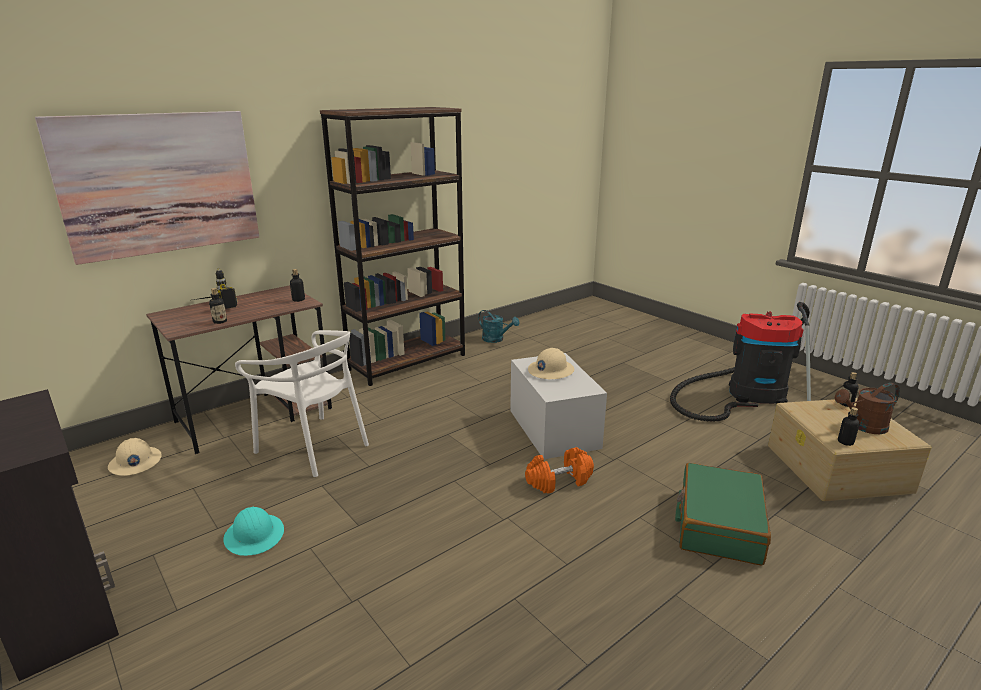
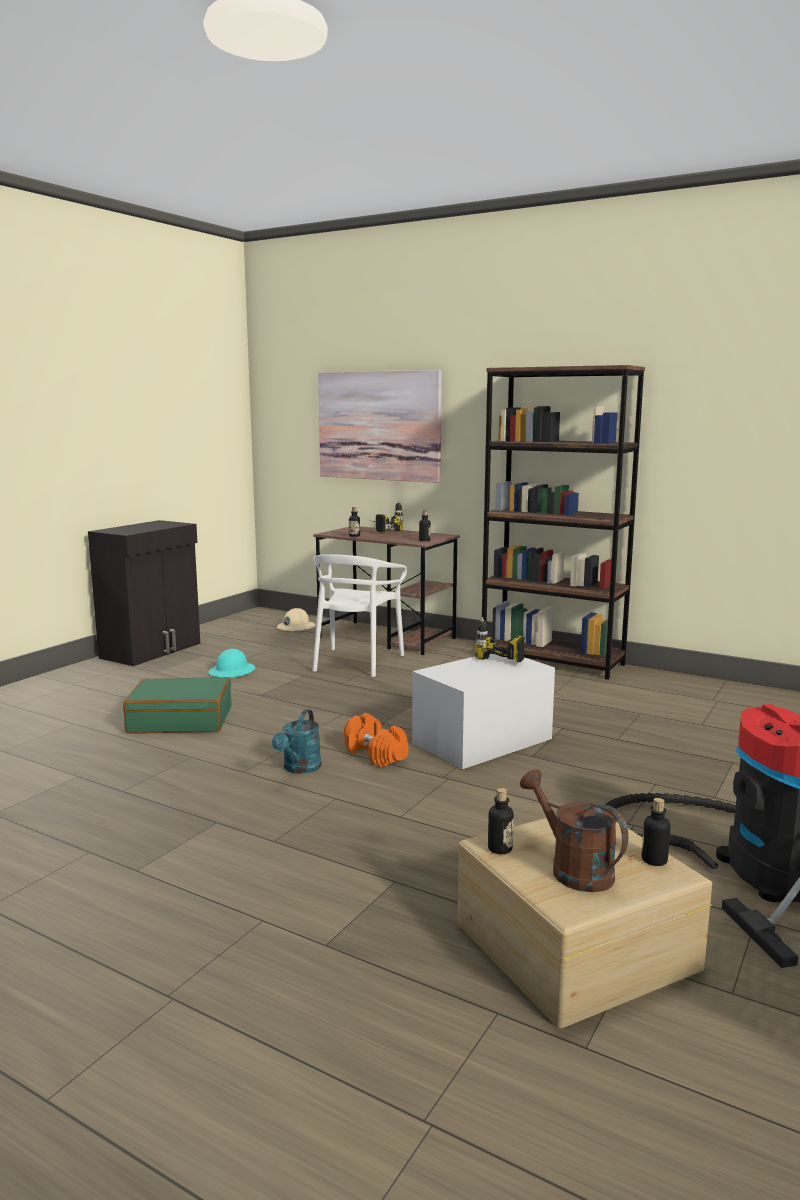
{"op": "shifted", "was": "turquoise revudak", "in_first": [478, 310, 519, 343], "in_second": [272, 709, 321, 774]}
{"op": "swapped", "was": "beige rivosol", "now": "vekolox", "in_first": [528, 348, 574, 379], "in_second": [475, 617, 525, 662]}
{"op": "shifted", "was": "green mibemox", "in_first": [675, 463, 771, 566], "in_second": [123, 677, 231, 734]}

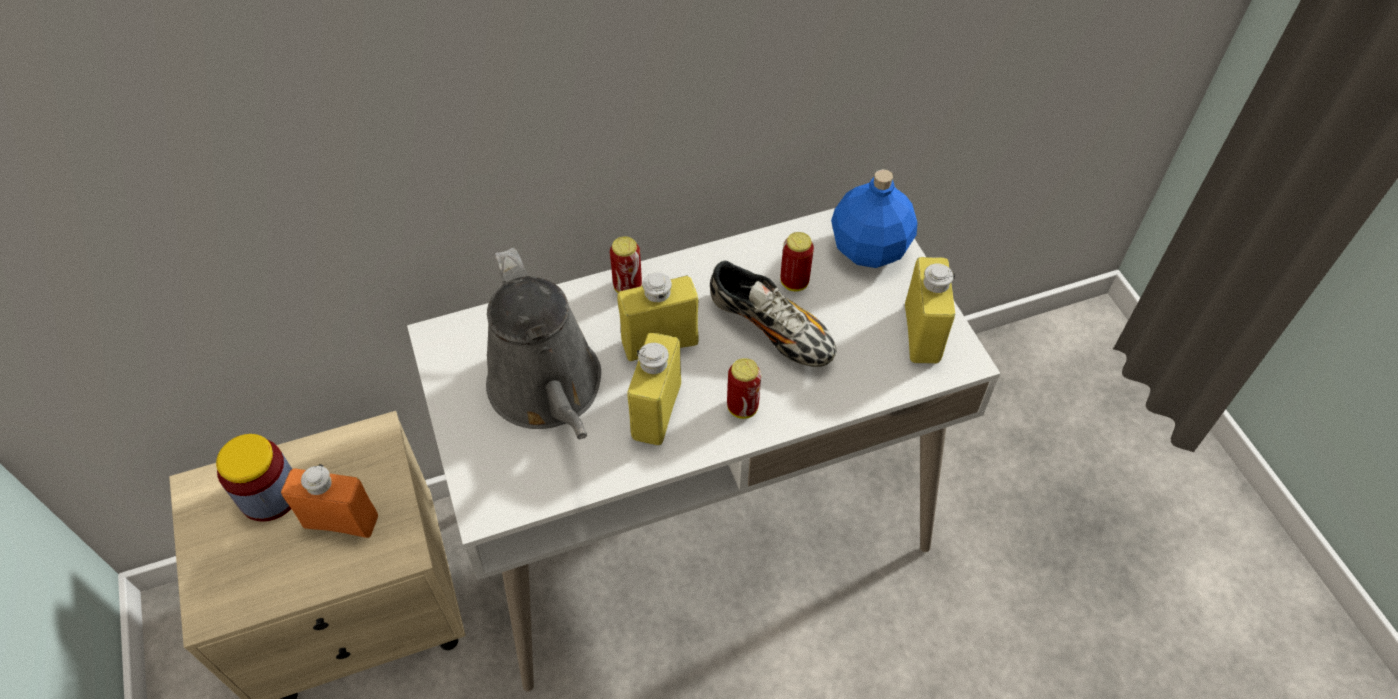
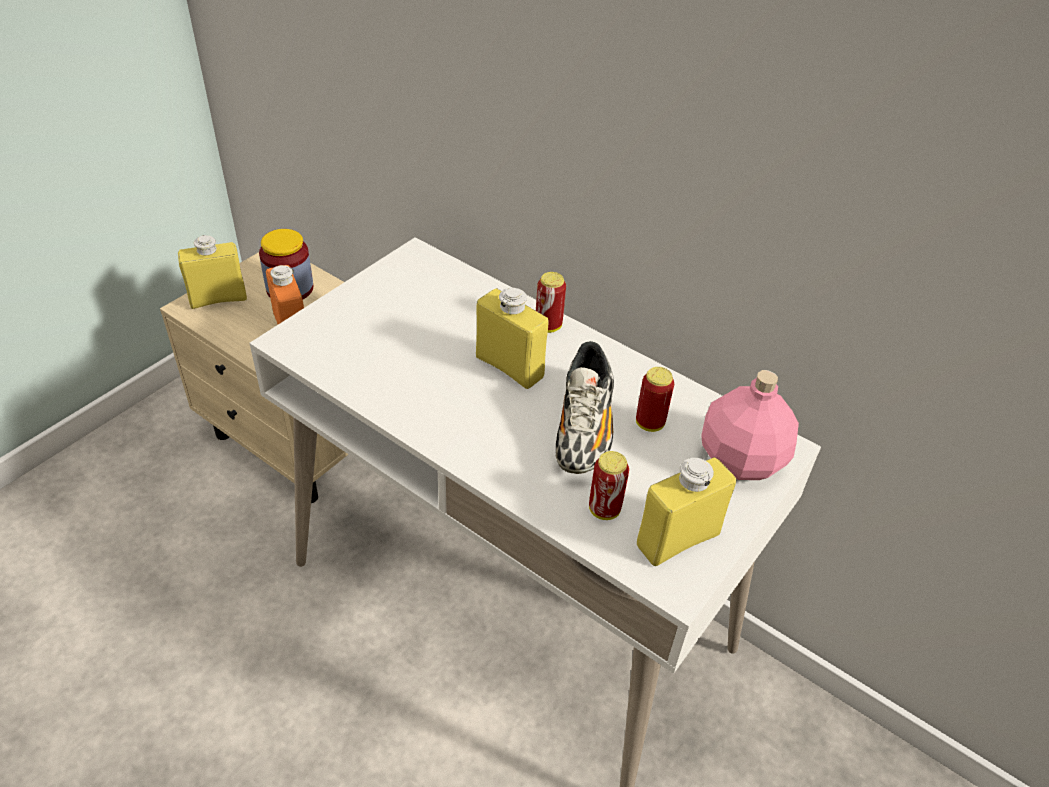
{"op": "gone", "was": "grey revudak", "in_first": [486, 248, 601, 439]}
{"op": "shifted", "was": "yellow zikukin", "in_first": [628, 333, 681, 445], "in_second": [178, 235, 247, 309]}
{"op": "shifted", "was": "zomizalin", "in_first": [727, 358, 761, 419], "in_second": [589, 451, 629, 520]}
{"op": "repainted", "was": "blue zikukin", "now": "pink zikukin", "in_first": [831, 169, 917, 268], "in_second": [701, 370, 799, 480]}

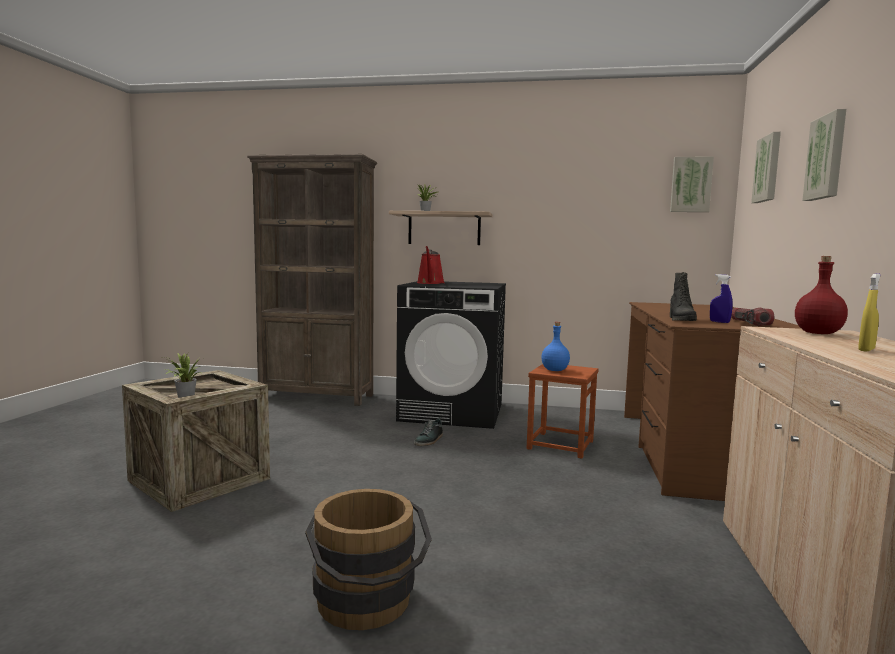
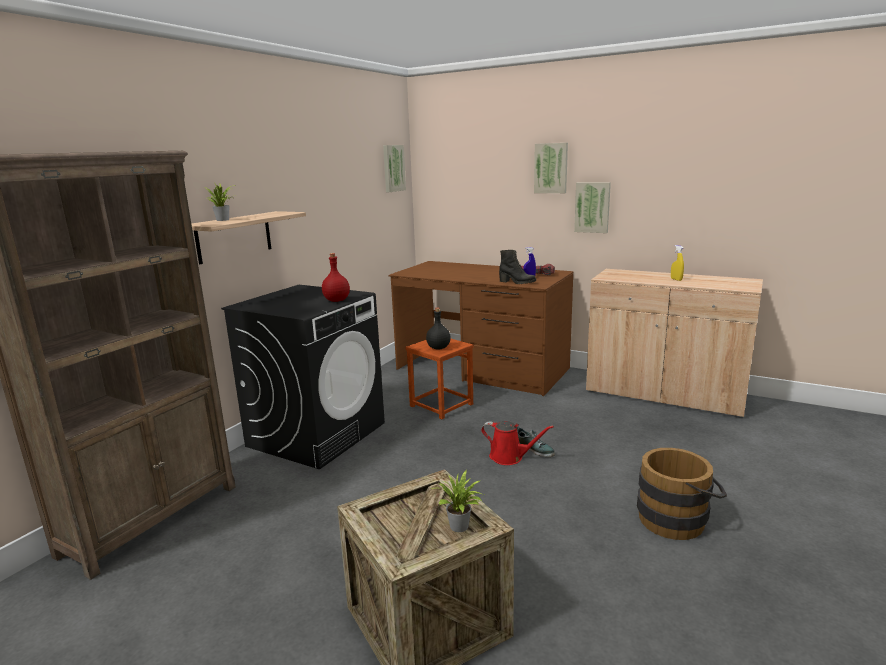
{"op": "shifted", "was": "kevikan", "in_first": [414, 417, 443, 446], "in_second": [517, 426, 555, 457]}
{"op": "shifted", "was": "red revudak", "in_first": [417, 246, 445, 284], "in_second": [481, 421, 554, 465]}
{"op": "repainted", "was": "blue zikukin", "now": "black zikukin", "in_first": [541, 322, 570, 371], "in_second": [426, 308, 451, 350]}
{"op": "shifted", "was": "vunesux", "in_first": [751, 132, 781, 203], "in_second": [574, 182, 611, 233]}
{"op": "shifted", "was": "red zikukin", "in_first": [795, 256, 848, 334], "in_second": [322, 253, 350, 302]}

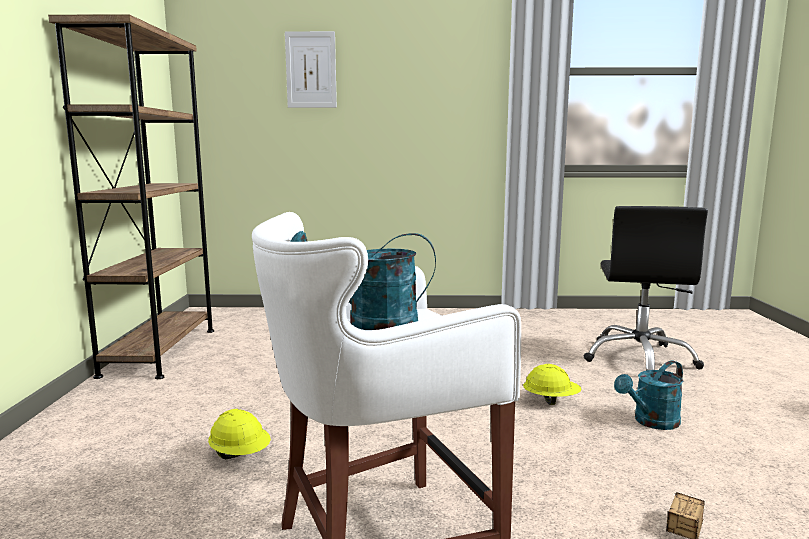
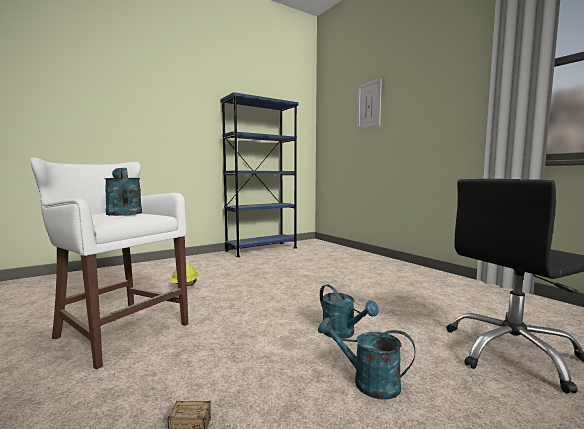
{"op": "repainted", "was": "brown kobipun", "now": "blue kobipun", "in_first": [48, 14, 214, 379], "in_second": [220, 92, 299, 257]}
{"op": "swapped", "was": "yellow rivosol", "now": "turquoise revudak", "in_first": [523, 364, 581, 405], "in_second": [320, 284, 379, 339]}

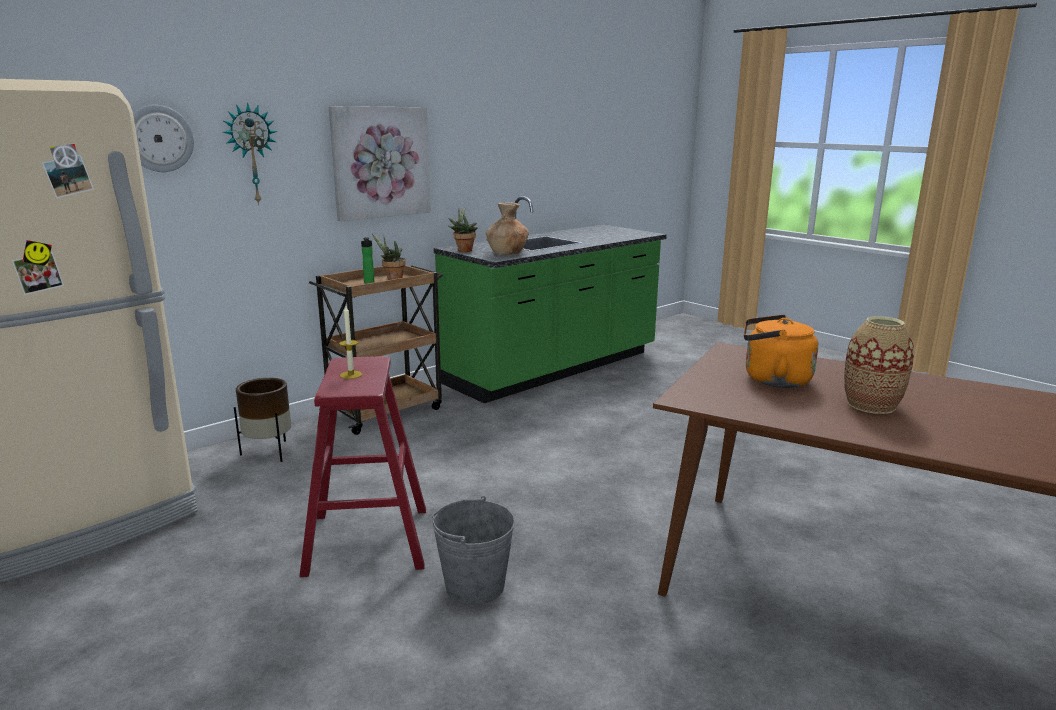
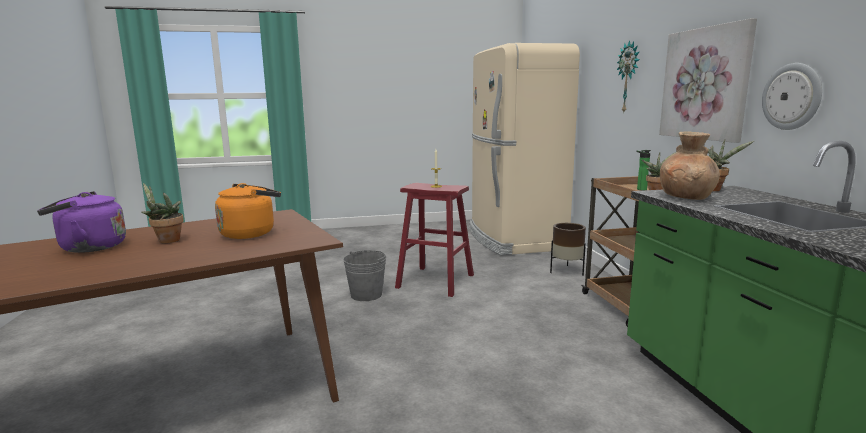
{"op": "shifted", "was": "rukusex", "in_first": [133, 105, 194, 172], "in_second": [762, 63, 822, 130]}
{"op": "swapped", "was": "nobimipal", "now": "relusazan", "in_first": [844, 316, 914, 414], "in_second": [141, 183, 184, 243]}
{"op": "new", "now": "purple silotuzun", "in_second": [37, 191, 126, 253]}

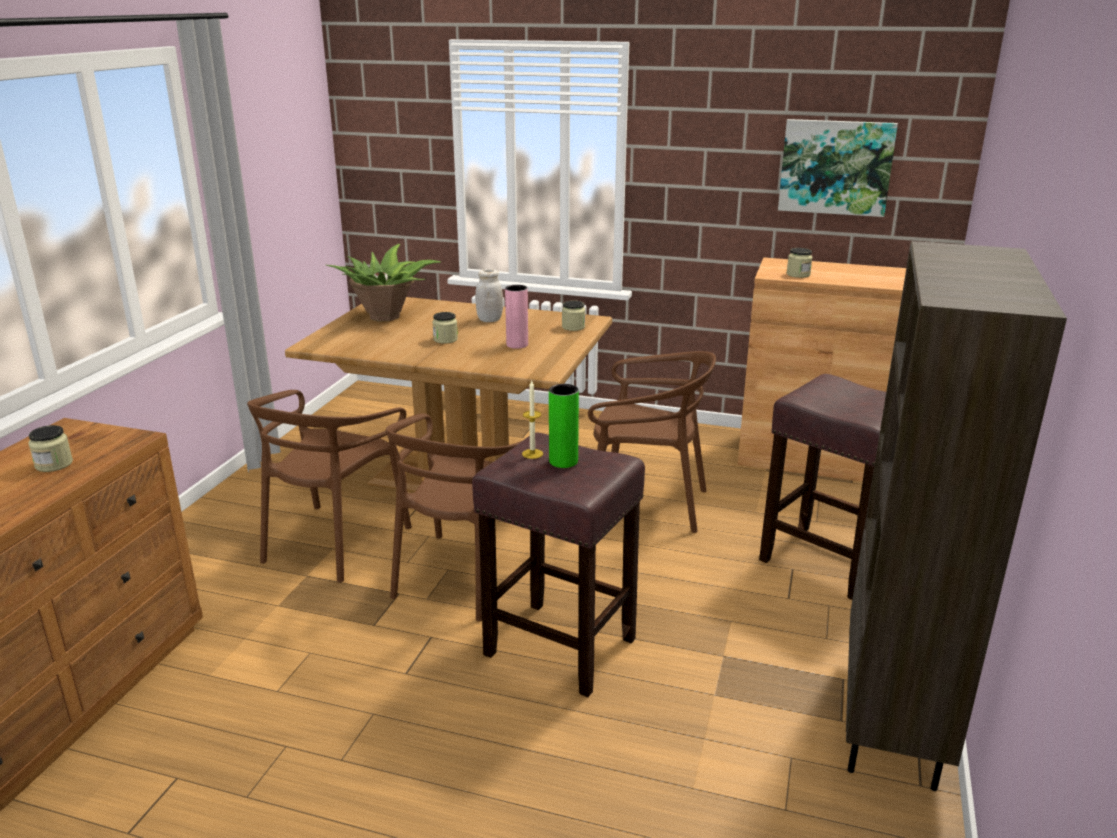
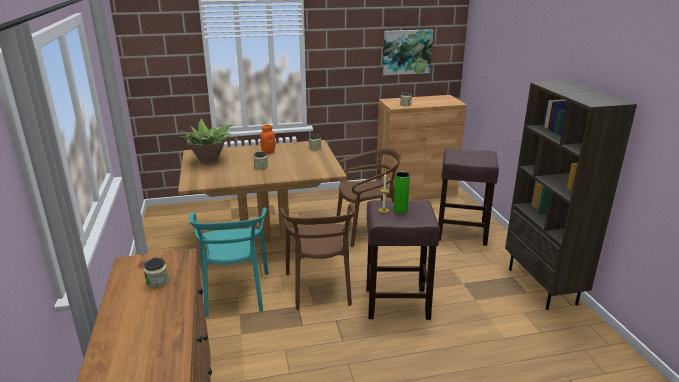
{"op": "repainted", "was": "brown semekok", "now": "turquoise semekok", "in_first": [247, 390, 412, 583], "in_second": [189, 208, 268, 317]}
{"op": "repainted", "was": "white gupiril", "now": "orange gupiril", "in_first": [475, 269, 503, 322], "in_second": [260, 125, 275, 154]}
{"op": "gone", "was": "pink nobimipal", "in_first": [505, 285, 528, 349]}

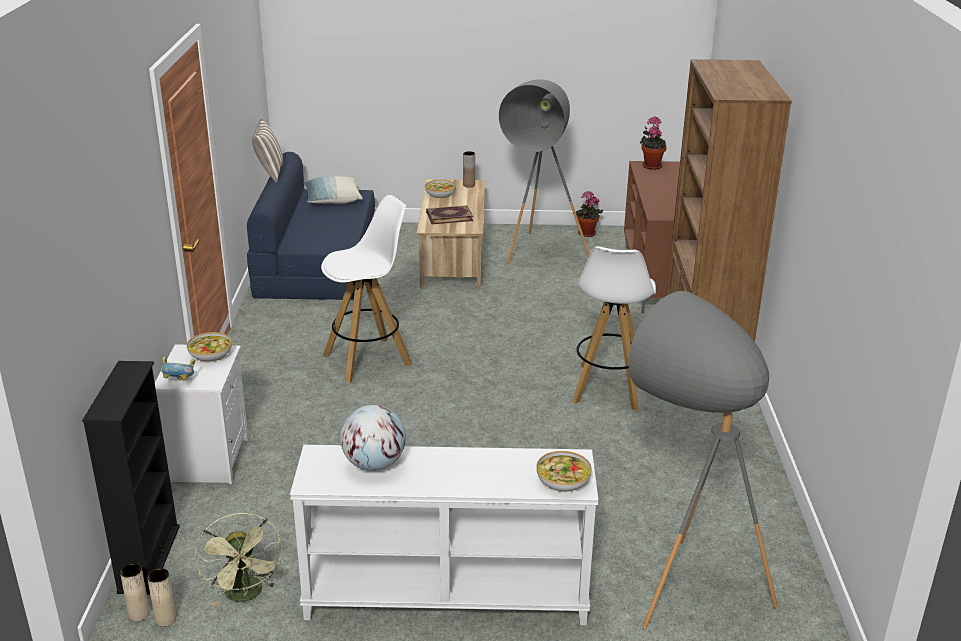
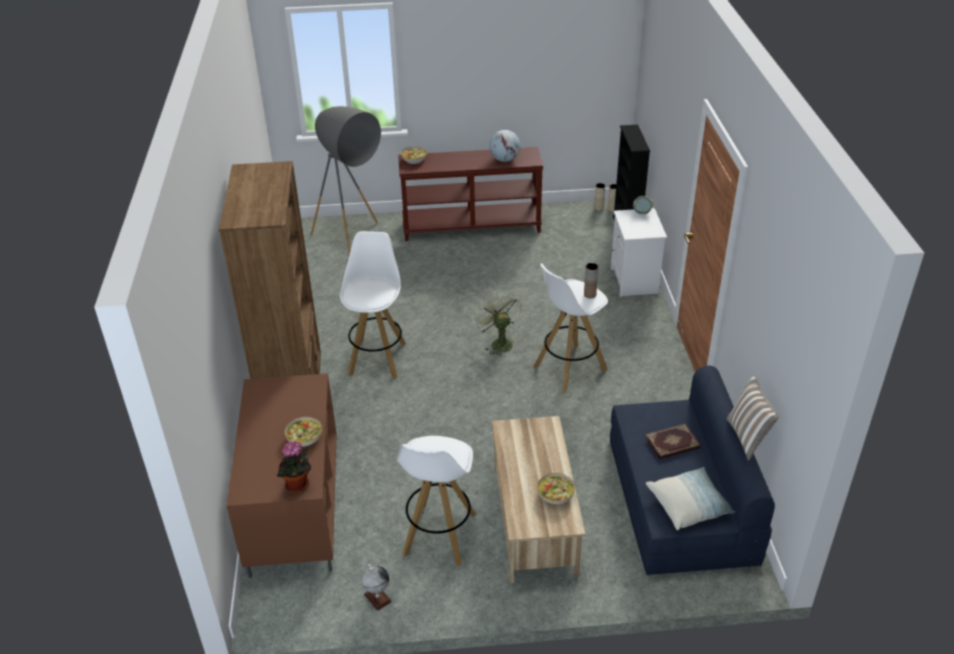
{"op": "shifted", "was": "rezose", "in_first": [187, 332, 232, 362], "in_second": [285, 417, 322, 447]}
{"op": "shifted", "was": "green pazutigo", "in_first": [195, 513, 283, 607], "in_second": [475, 293, 521, 356]}
{"op": "repainted", "was": "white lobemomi", "now": "brown lobemomi", "in_first": [290, 445, 599, 625], "in_second": [398, 147, 544, 241]}
{"op": "shifted", "was": "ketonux", "in_first": [426, 205, 473, 224], "in_second": [645, 424, 701, 459]}
{"op": "shifted", "was": "brown nobimipal", "in_first": [463, 151, 475, 188], "in_second": [584, 263, 598, 298]}
{"op": "swapped", "was": "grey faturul", "now": "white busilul", "in_first": [499, 79, 590, 263], "in_second": [397, 436, 476, 566]}
{"op": "swapped", "was": "relusazan", "now": "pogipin", "in_first": [576, 191, 603, 237], "in_second": [362, 564, 392, 611]}

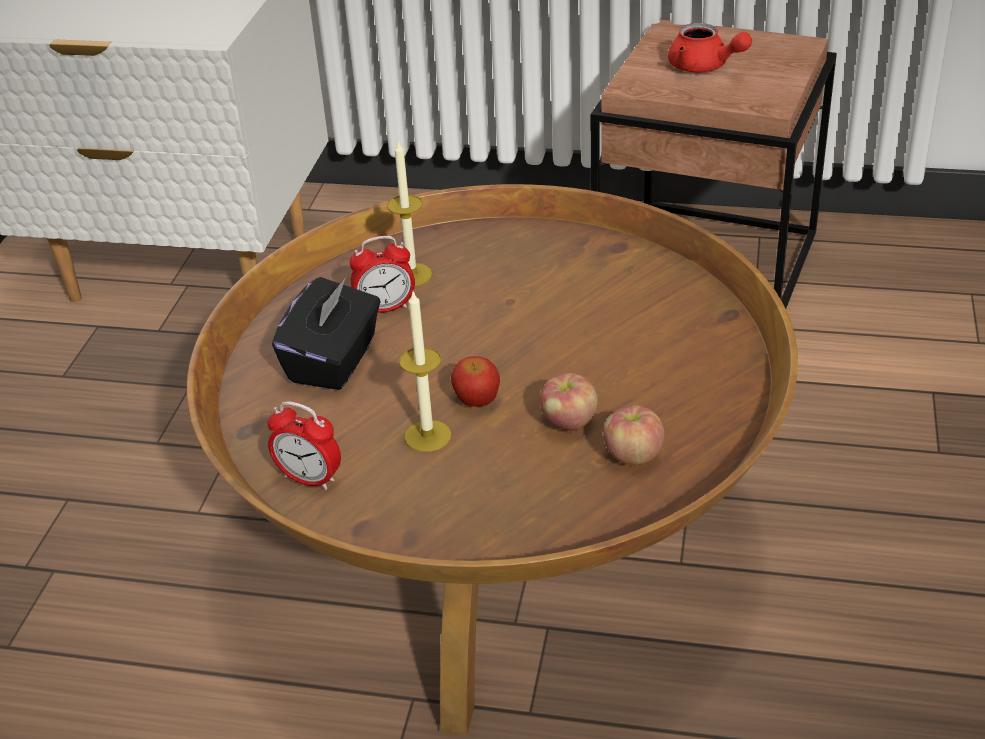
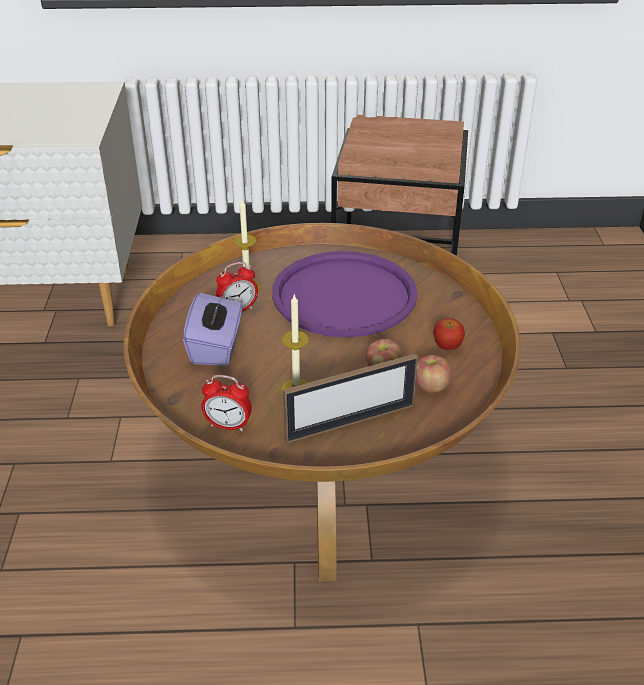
{"op": "repainted", "was": "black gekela", "now": "purple gekela", "in_first": [272, 277, 381, 390], "in_second": [183, 293, 242, 366]}
{"op": "shifted", "was": "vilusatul", "in_first": [451, 356, 500, 407], "in_second": [433, 318, 465, 350]}
{"op": "gone", "was": "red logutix", "in_first": [668, 23, 752, 72]}
{"op": "new", "now": "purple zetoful", "in_second": [272, 251, 418, 337]}
{"op": "new", "now": "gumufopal", "in_second": [283, 354, 418, 443]}

